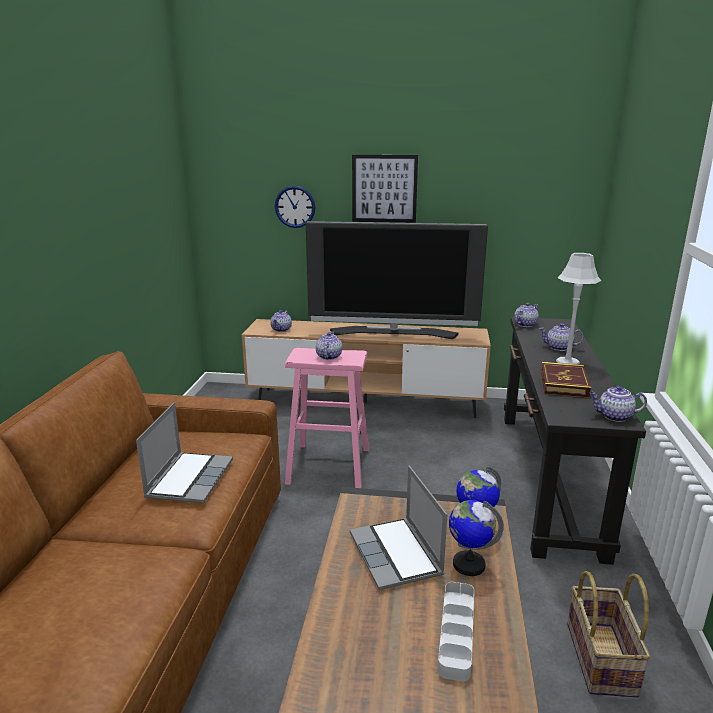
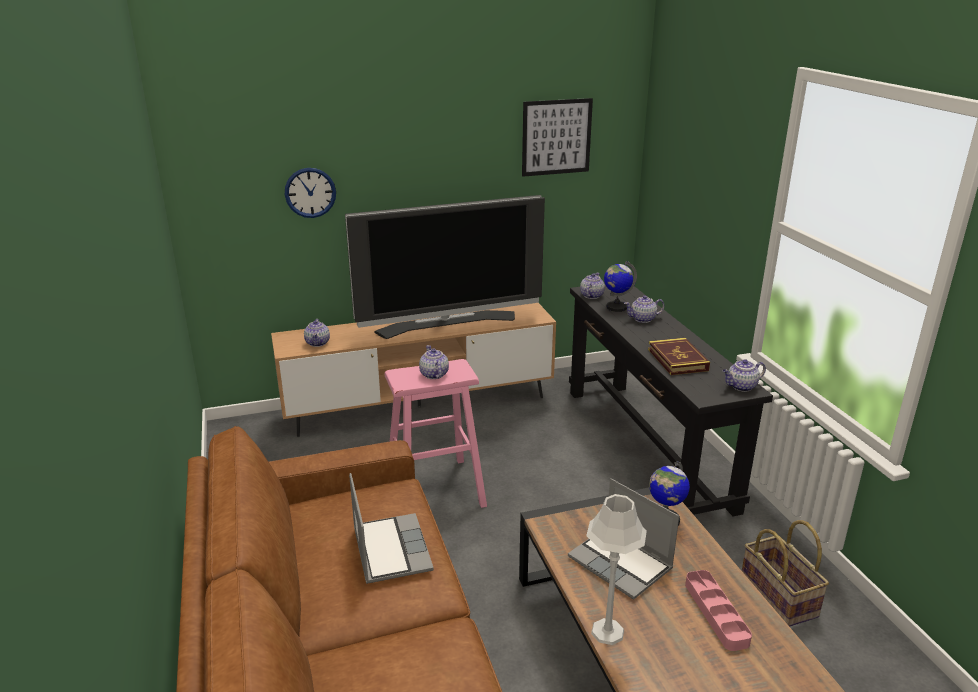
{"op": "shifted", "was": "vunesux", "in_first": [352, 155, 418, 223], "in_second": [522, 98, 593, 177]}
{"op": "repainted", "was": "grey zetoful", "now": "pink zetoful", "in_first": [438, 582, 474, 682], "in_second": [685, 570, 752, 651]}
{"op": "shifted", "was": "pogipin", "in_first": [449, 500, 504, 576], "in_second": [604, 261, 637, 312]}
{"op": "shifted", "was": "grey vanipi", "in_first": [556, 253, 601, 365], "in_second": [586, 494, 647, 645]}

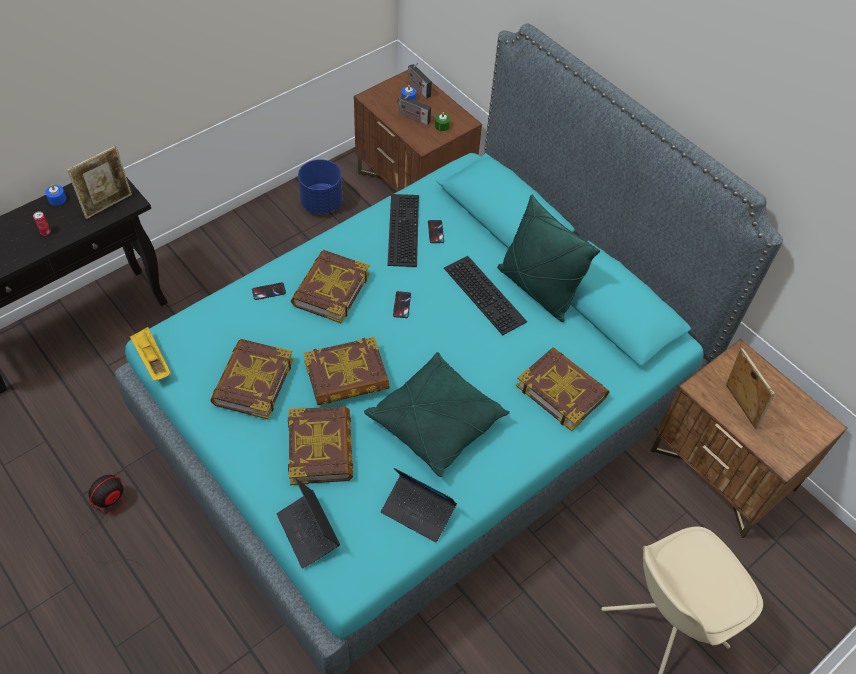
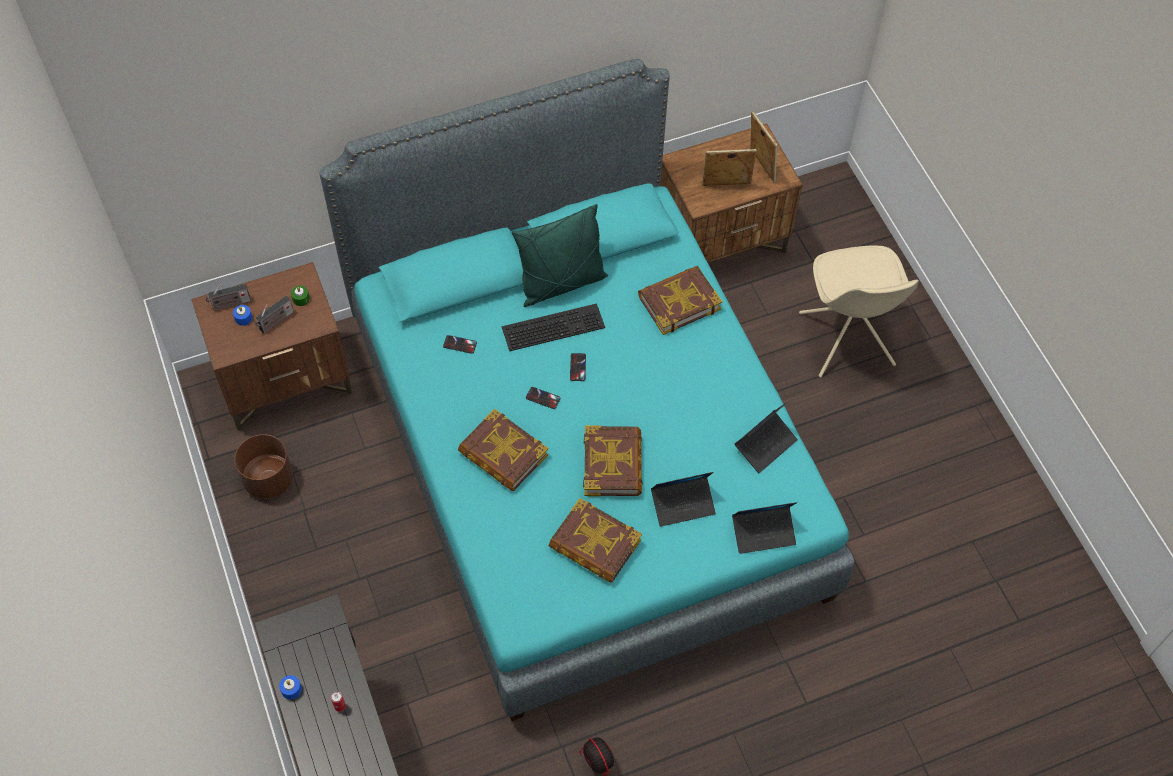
{"op": "shifted", "was": "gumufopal", "in_first": [67, 145, 132, 219], "in_second": [750, 111, 778, 183]}
{"op": "gone", "was": "yellow zetoful", "in_first": [130, 327, 171, 381]}
{"op": "shifted", "was": "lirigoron", "in_first": [252, 282, 286, 300], "in_second": [570, 353, 586, 381]}
{"op": "swapped", "was": "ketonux", "now": "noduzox", "in_first": [288, 406, 353, 485], "in_second": [651, 472, 716, 527]}
{"op": "repainted", "was": "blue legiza", "now": "brown legiza", "in_first": [298, 159, 343, 214], "in_second": [234, 434, 293, 499]}
{"op": "gone", "was": "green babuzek", "in_first": [364, 352, 510, 477]}
{"op": "gone", "was": "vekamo", "in_first": [388, 194, 419, 267]}

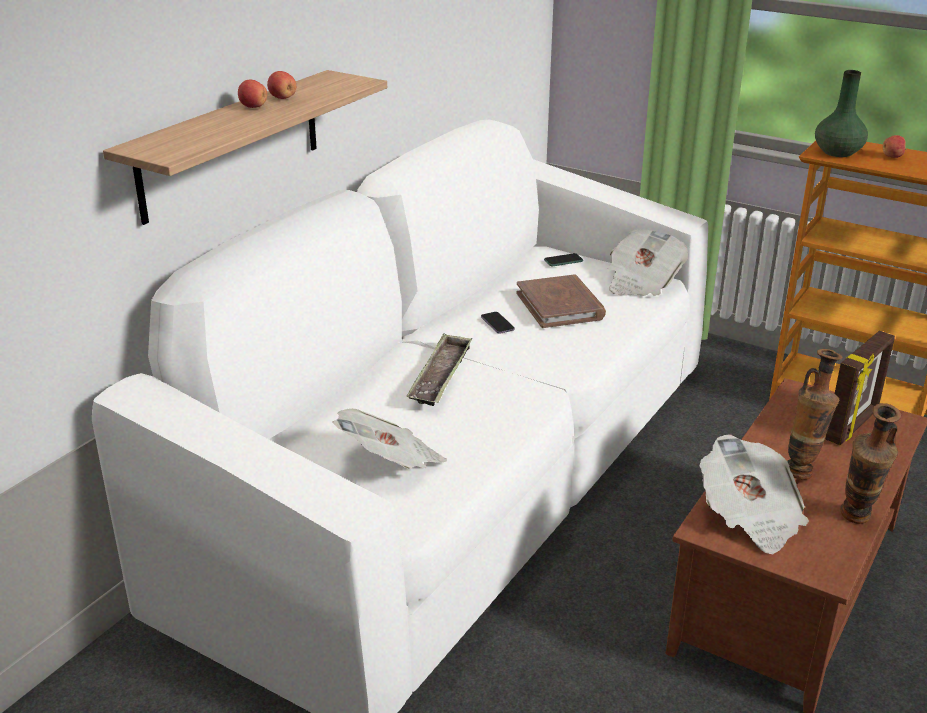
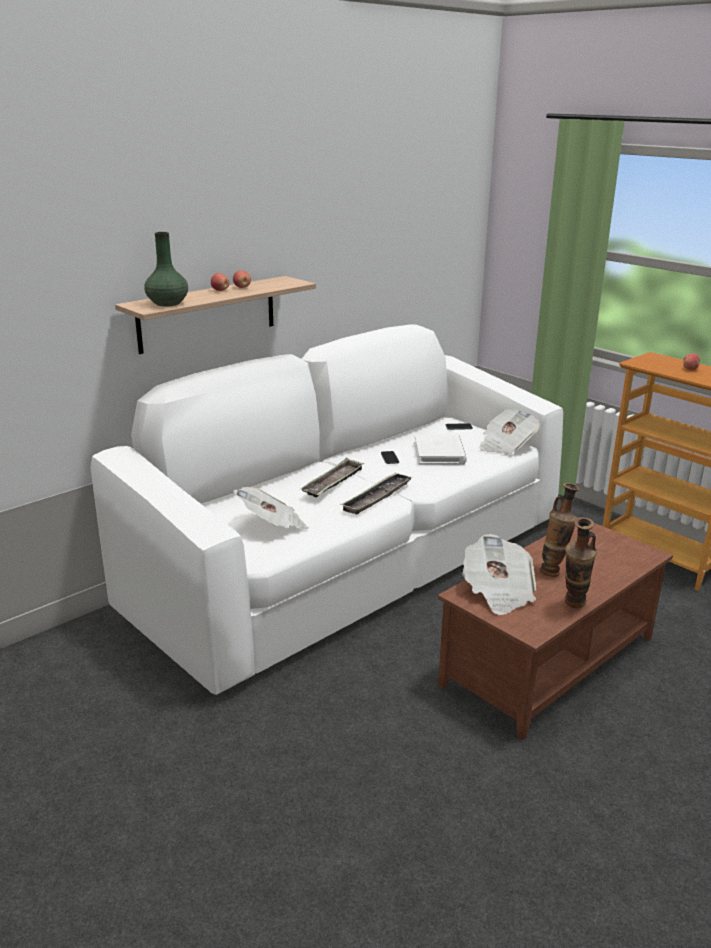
{"op": "repainted", "was": "brown ketonux", "now": "white ketonux", "in_first": [516, 275, 606, 328], "in_second": [414, 434, 467, 465]}
{"op": "shifted", "was": "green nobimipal", "in_first": [815, 70, 868, 157], "in_second": [144, 232, 188, 306]}
{"op": "gone", "was": "gumufopal", "in_first": [825, 331, 895, 445]}
{"op": "new", "now": "zetoful", "in_second": [340, 472, 413, 515]}

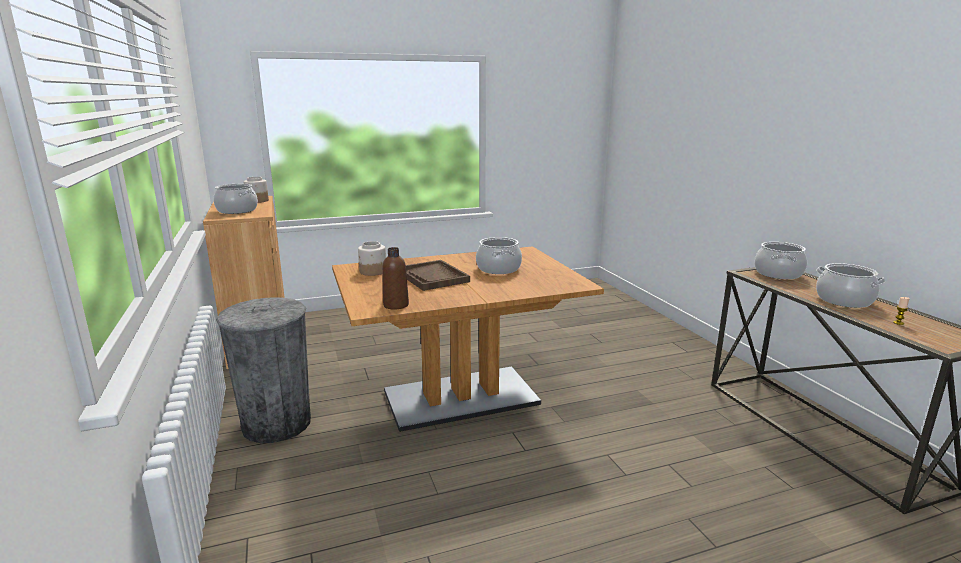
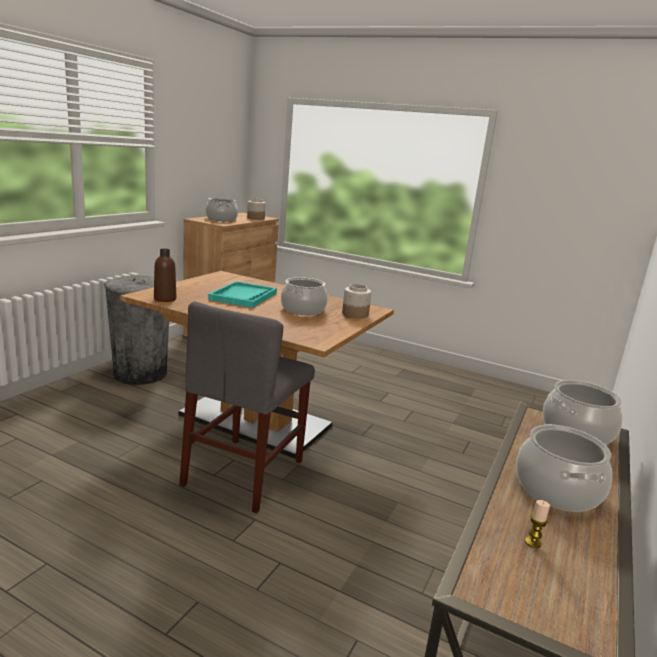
{"op": "shifted", "was": "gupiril", "in_first": [358, 241, 386, 276], "in_second": [342, 284, 371, 318]}
{"op": "repainted", "was": "brown zetoful", "now": "turquoise zetoful", "in_first": [406, 260, 470, 291], "in_second": [208, 281, 277, 308]}
{"op": "new", "now": "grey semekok", "in_second": [179, 301, 315, 513]}

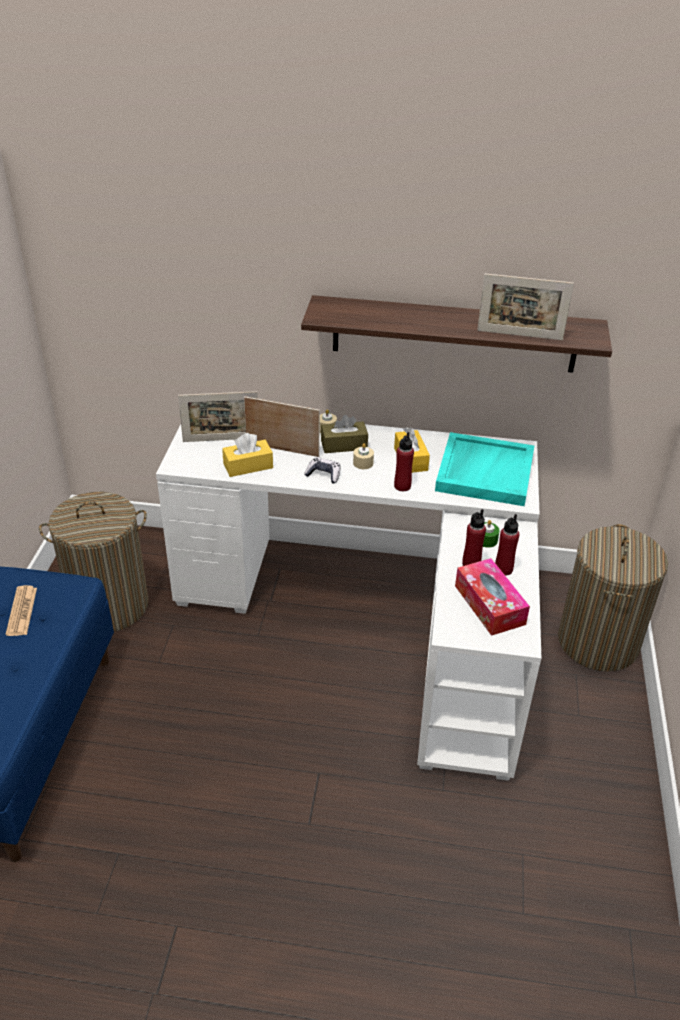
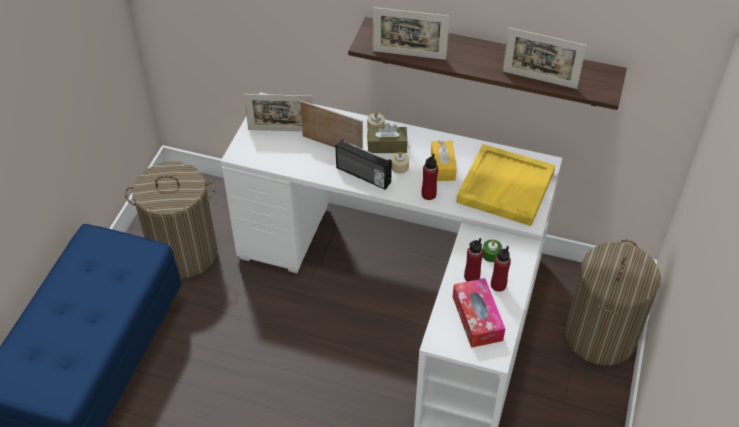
{"op": "gone", "was": "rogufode", "in_first": [6, 585, 37, 636]}
{"op": "gone", "was": "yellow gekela", "in_first": [222, 433, 273, 477]}
{"op": "swapped", "was": "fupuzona", "now": "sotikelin", "in_first": [304, 457, 340, 483], "in_second": [336, 139, 392, 190]}
{"op": "repainted", "was": "turquoise zetoful", "now": "yellow zetoful", "in_first": [435, 432, 534, 506], "in_second": [456, 144, 555, 226]}
{"op": "new", "now": "gumufopal", "in_second": [373, 7, 450, 60]}

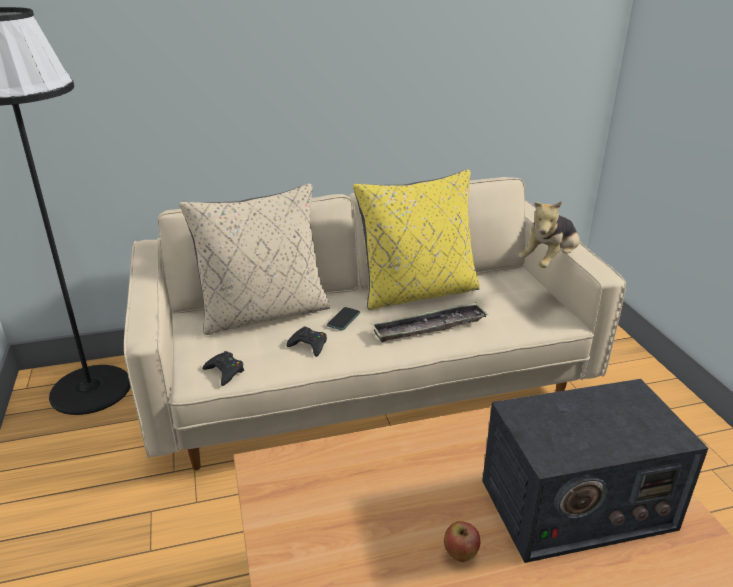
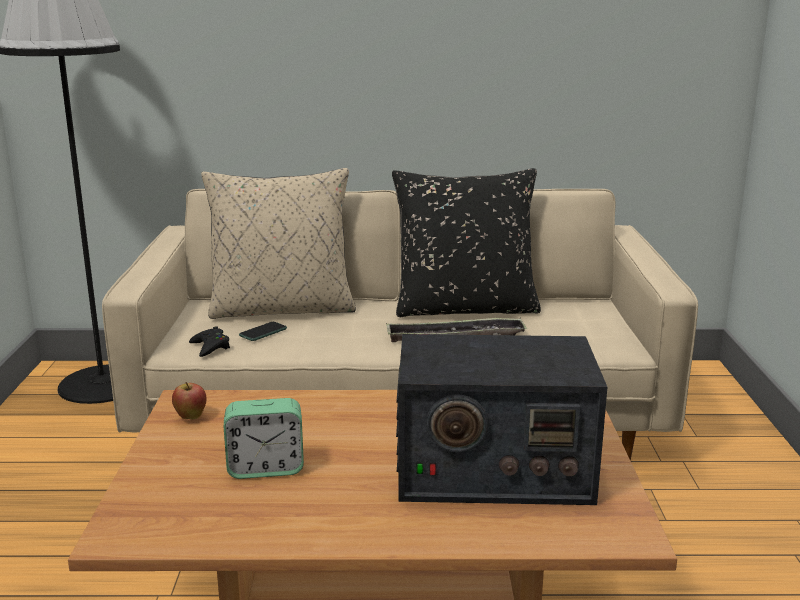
{"op": "gone", "was": "black fupuzona", "in_first": [286, 327, 327, 357]}
{"op": "shifted", "was": "lirigoron", "in_first": [327, 307, 360, 330], "in_second": [239, 322, 287, 341]}
{"op": "repainted", "was": "yellow babuzek", "now": "black babuzek", "in_first": [353, 169, 480, 310], "in_second": [392, 168, 541, 317]}
{"op": "shifted", "was": "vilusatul", "in_first": [444, 521, 480, 562], "in_second": [172, 382, 206, 420]}
{"op": "gone", "was": "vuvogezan", "in_first": [518, 201, 580, 268]}
{"op": "new", "now": "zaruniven", "in_second": [224, 398, 304, 479]}

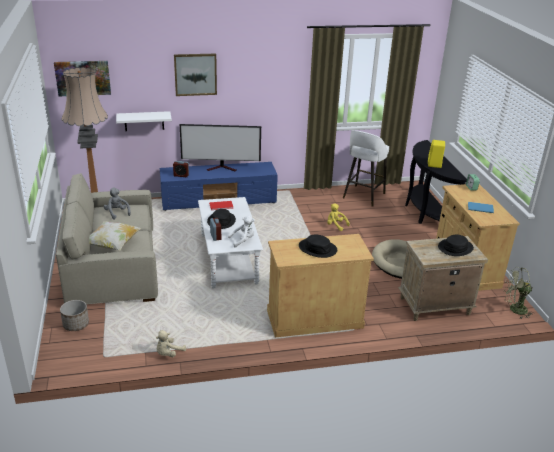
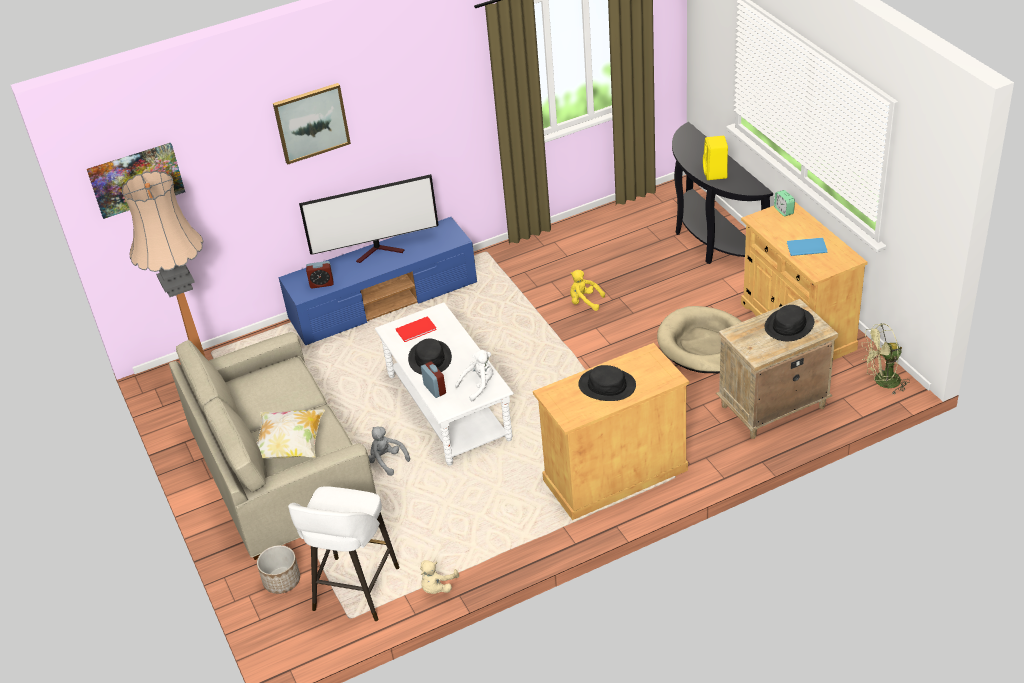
{"op": "shifted", "was": "grey vuvogezan", "in_first": [103, 188, 131, 220], "in_second": [369, 426, 410, 476]}
{"op": "gone", "was": "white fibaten", "in_first": [116, 111, 172, 131]}
{"op": "shifted", "was": "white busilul", "in_first": [343, 130, 389, 207], "in_second": [288, 486, 399, 621]}

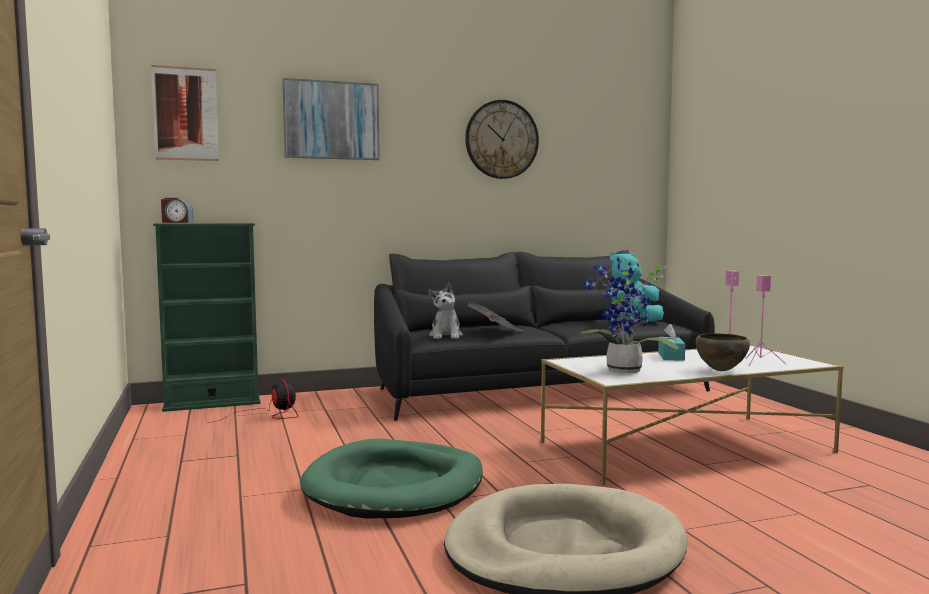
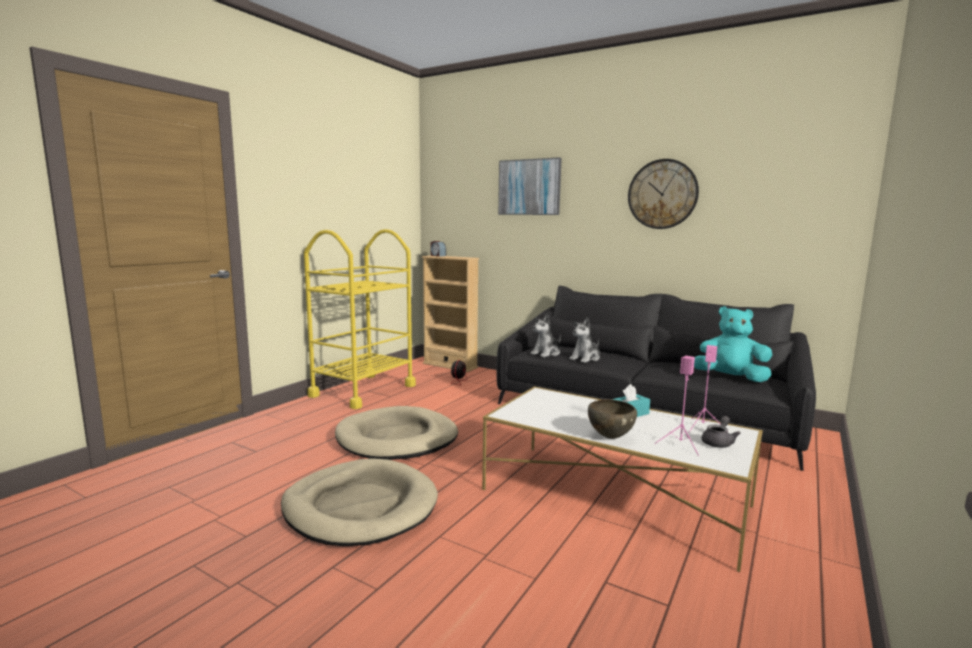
{"op": "gone", "was": "vunesux", "in_first": [151, 65, 219, 161]}
{"op": "repainted", "was": "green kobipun", "now": "beige kobipun", "in_first": [153, 223, 261, 412], "in_second": [422, 256, 479, 372]}
{"op": "repainted", "was": "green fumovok", "now": "beige fumovok", "in_first": [300, 439, 483, 518], "in_second": [335, 406, 458, 460]}
{"op": "swapped", "was": "rogufode", "now": "vuvogezan", "in_first": [467, 302, 524, 331], "in_second": [569, 318, 600, 363]}
{"op": "gone", "was": "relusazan", "in_first": [581, 257, 679, 373]}
{"op": "new", "now": "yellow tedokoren", "in_second": [304, 229, 416, 409]}
{"op": "new", "now": "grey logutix", "in_second": [701, 416, 741, 448]}

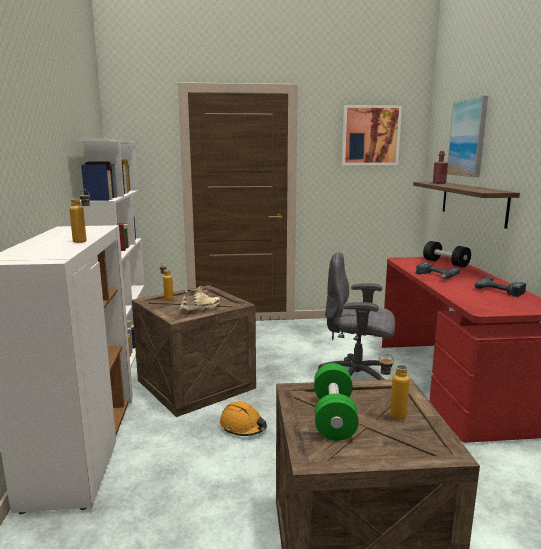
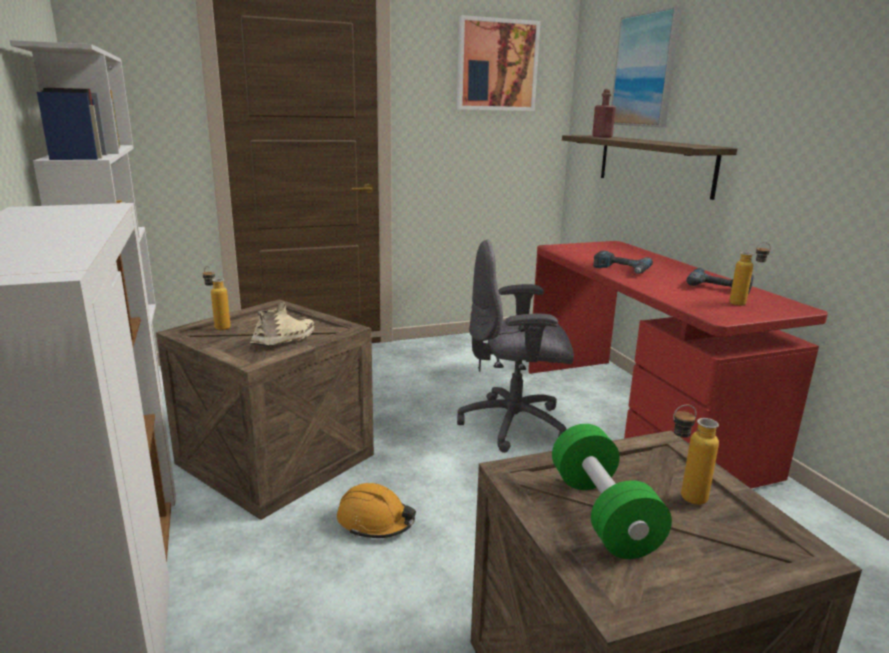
{"op": "shifted", "was": "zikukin", "in_first": [69, 189, 90, 243], "in_second": [729, 242, 771, 306]}
{"op": "gone", "was": "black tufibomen", "in_first": [423, 241, 471, 268]}

